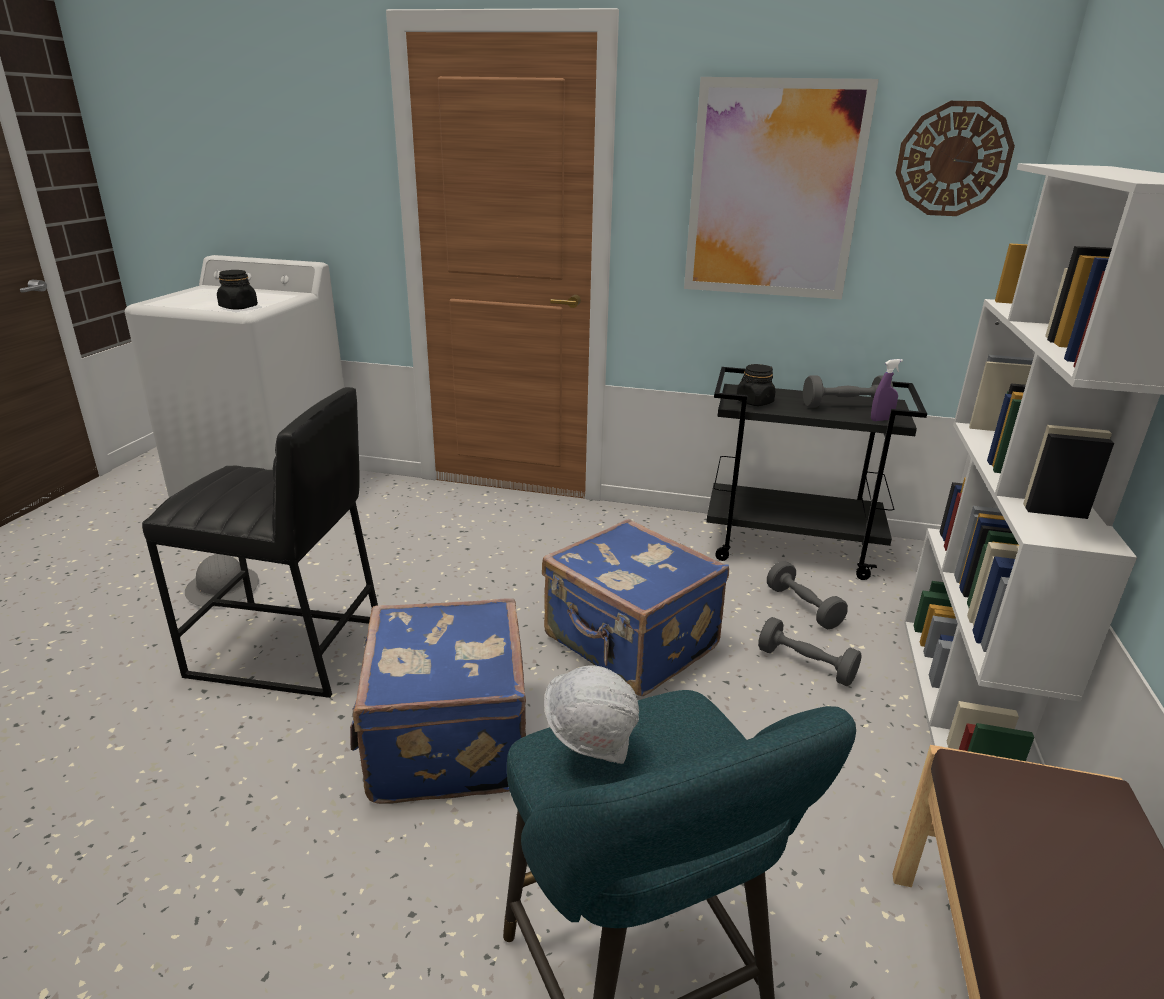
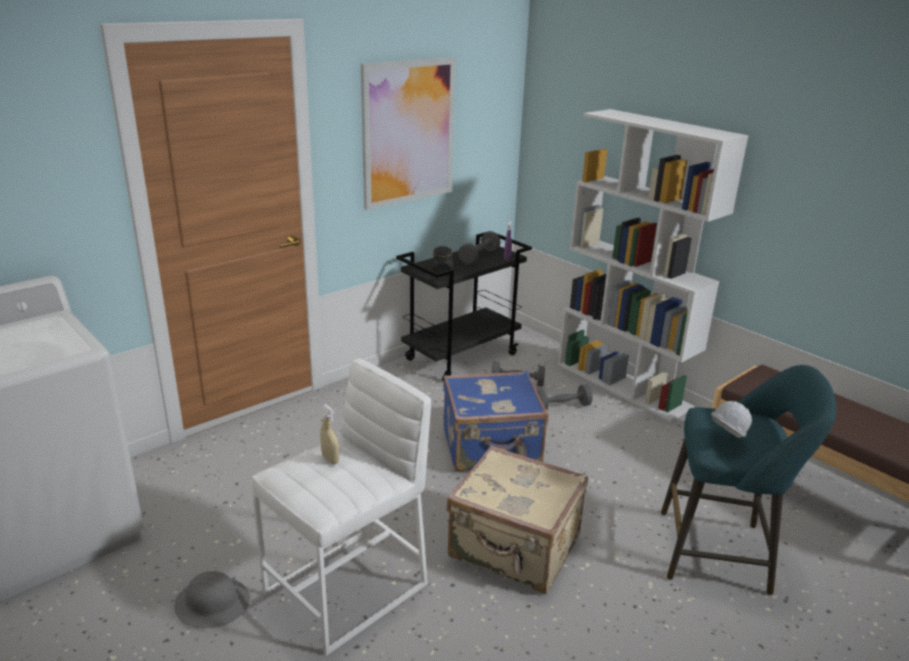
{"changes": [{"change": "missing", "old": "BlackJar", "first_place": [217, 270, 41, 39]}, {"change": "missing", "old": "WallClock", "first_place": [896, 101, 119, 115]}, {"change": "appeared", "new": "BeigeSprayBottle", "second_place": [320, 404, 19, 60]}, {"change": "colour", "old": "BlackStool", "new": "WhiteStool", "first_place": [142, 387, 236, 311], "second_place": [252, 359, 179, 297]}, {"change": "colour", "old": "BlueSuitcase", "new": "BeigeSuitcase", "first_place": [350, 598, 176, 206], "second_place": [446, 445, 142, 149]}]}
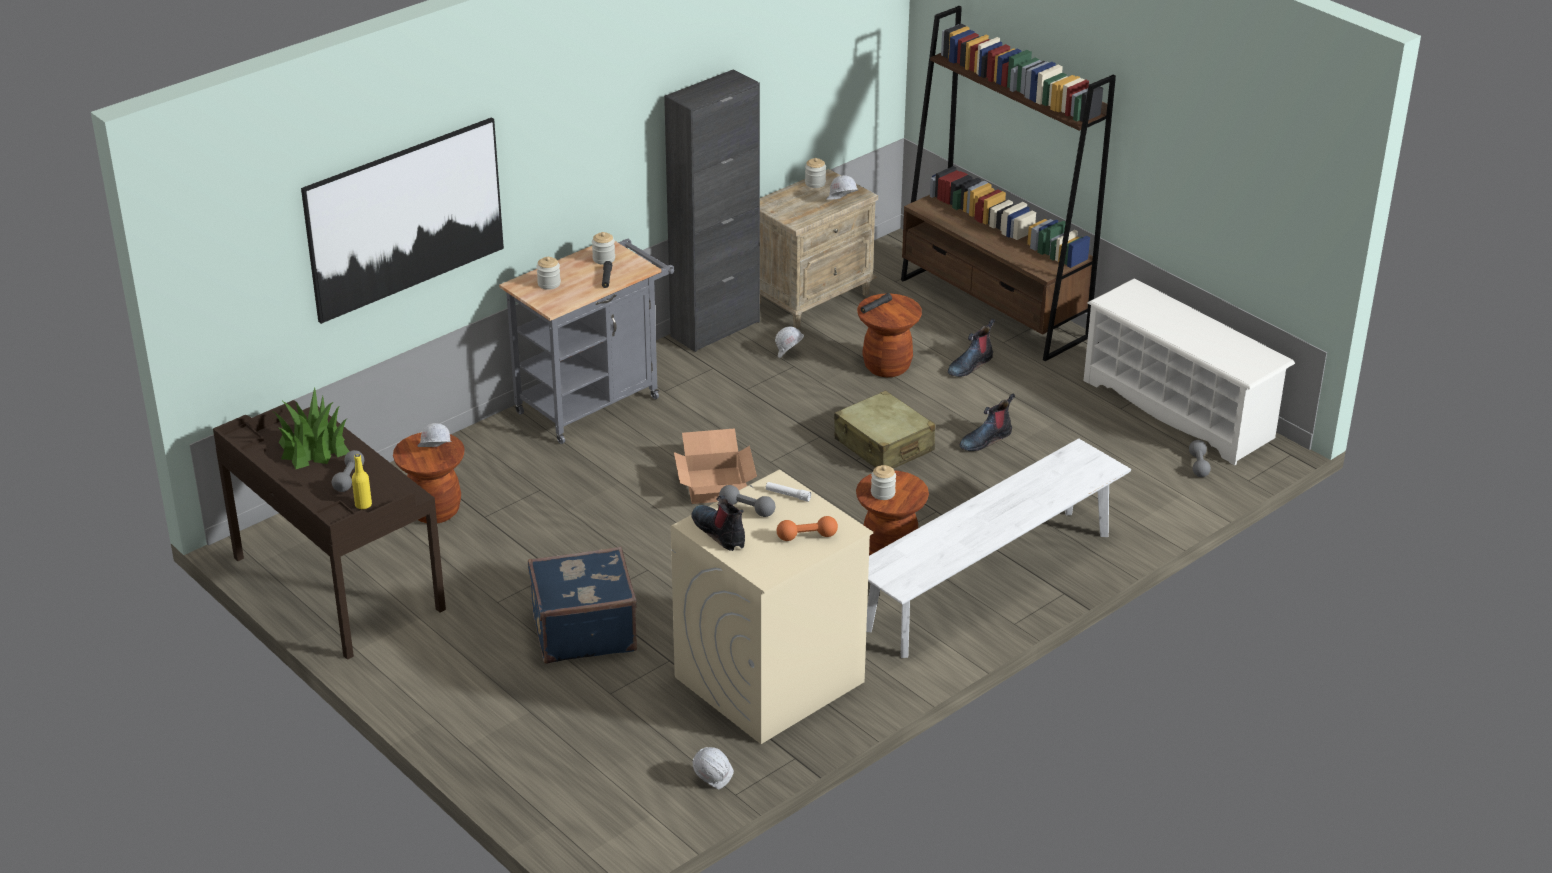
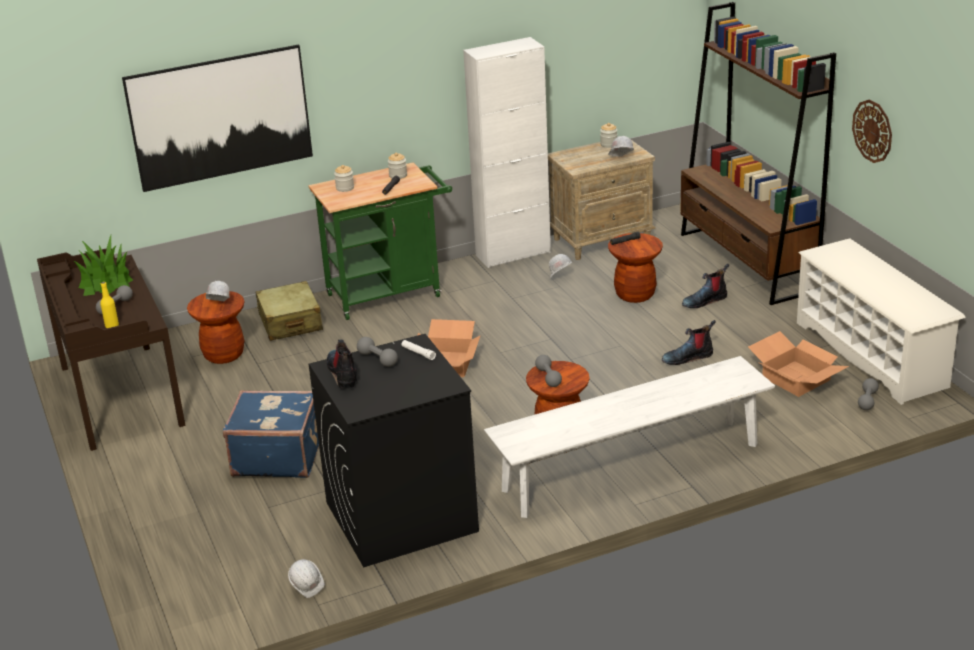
{"changes": [{"change": "missing", "old": "OrangeDumbbell", "first_place": [776, 516, 62, 25]}, {"change": "appeared", "new": "CardboardBox", "second_place": [748, 331, 101, 66]}, {"change": "appeared", "new": "WallClock", "second_place": [852, 99, 40, 64]}, {"change": "relocated", "old": "BeigeSuitcase", "first_place": [834, 390, 101, 78], "second_place": [255, 281, 68, 60]}, {"change": "exchanged", "old": "Jar", "new": "GreyDumbbell", "first_place": [871, 465, 25, 35], "second_place": [535, 355, 27, 32]}, {"change": "colour", "old": "GreyCart", "new": "GreenCart", "first_place": [499, 239, 175, 205], "second_place": [308, 163, 144, 157]}, {"change": "colour", "old": "BlackCabinet", "new": "WhiteCabinet", "first_place": [664, 69, 96, 283], "second_place": [463, 37, 88, 231]}, {"change": "colour", "old": "BeigeWashingMachine", "new": "BlackWashingMachine", "first_place": [671, 470, 202, 274], "second_place": [309, 334, 170, 233]}]}
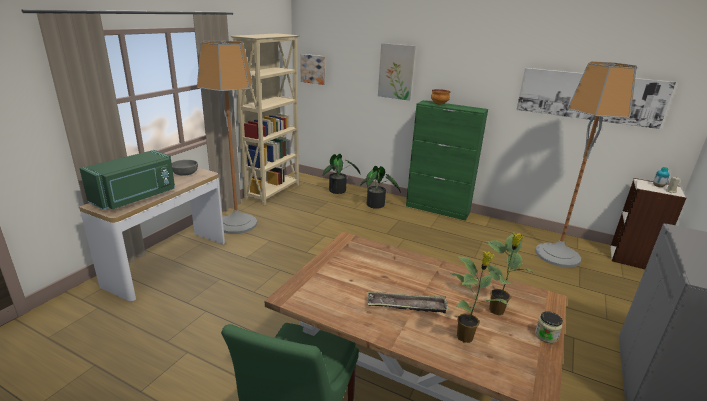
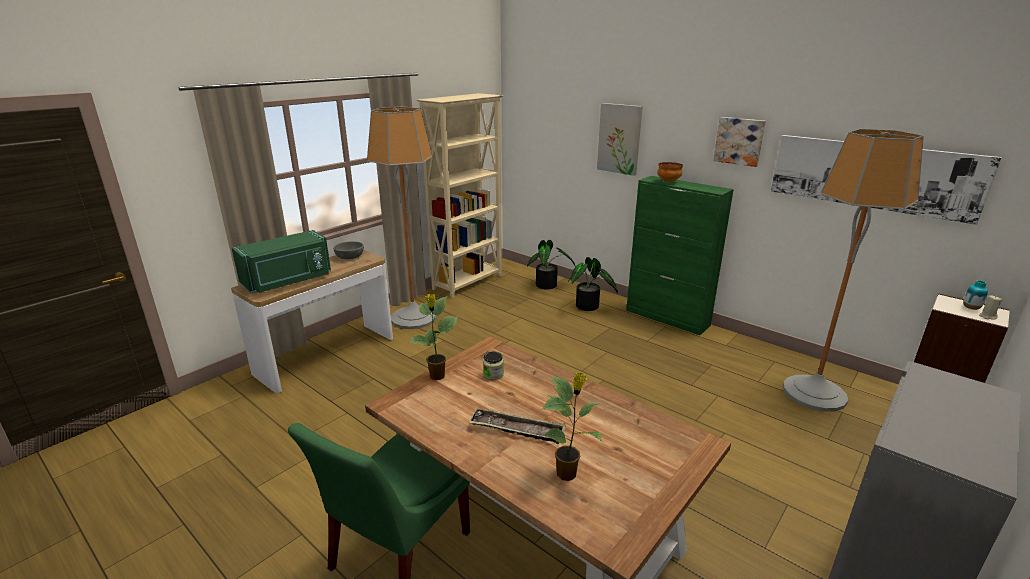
{"changes": [{"change": "relocated", "old": "Picture", "first_place": [300, 54, 25, 31], "second_place": [713, 117, 53, 50]}, {"change": "relocated", "old": "PottedPlant", "first_place": [487, 233, 45, 82], "second_place": [408, 294, 49, 86]}, {"change": "relocated", "old": "Jar", "first_place": [535, 311, 28, 32], "second_place": [483, 352, 21, 28]}]}
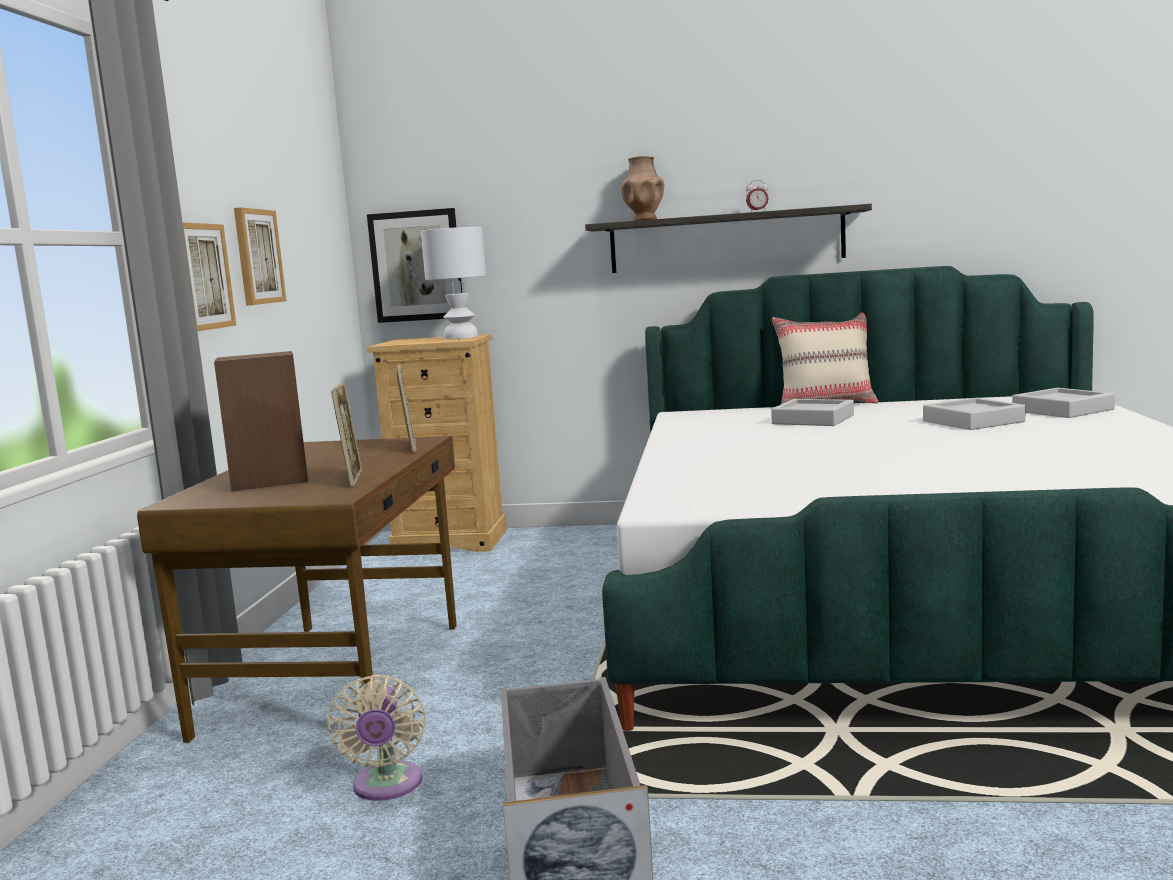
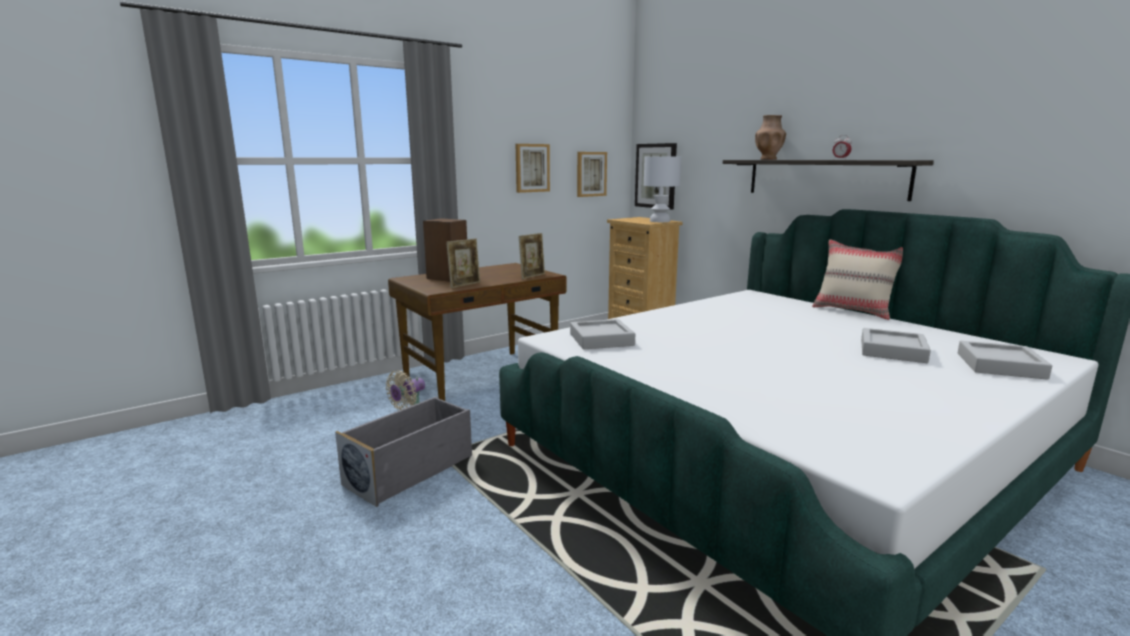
{"changes": [{"change": "relocated", "old": "Picture", "first_place": [183, 222, 54, 110], "second_place": [577, 152, 30, 45]}, {"change": "relocated", "old": "GreyTray", "first_place": [771, 399, 83, 27], "second_place": [570, 319, 65, 30]}]}
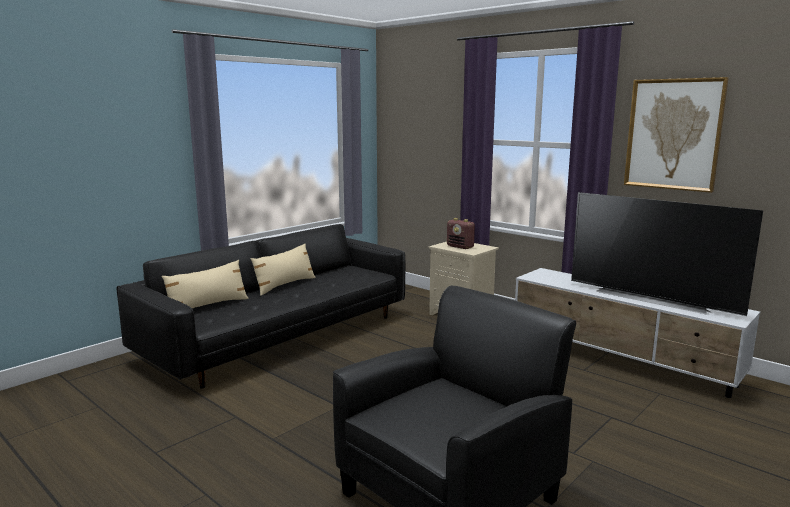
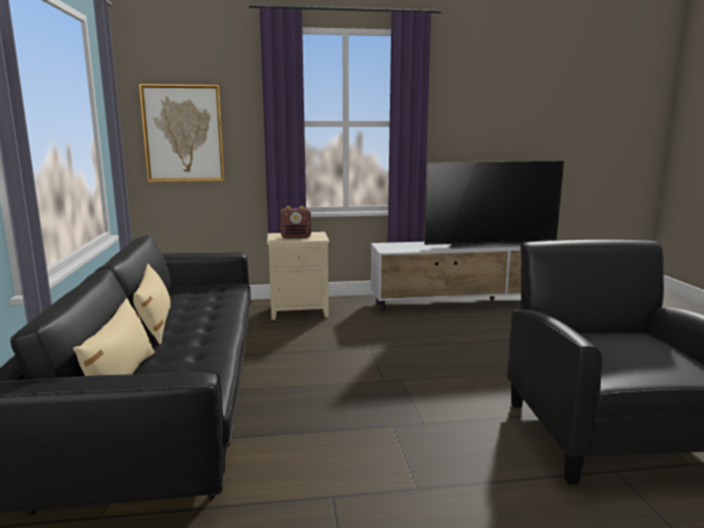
{"changes": [{"change": "relocated", "old": "Picture", "first_place": [624, 77, 105, 116], "second_place": [139, 84, 85, 98]}]}
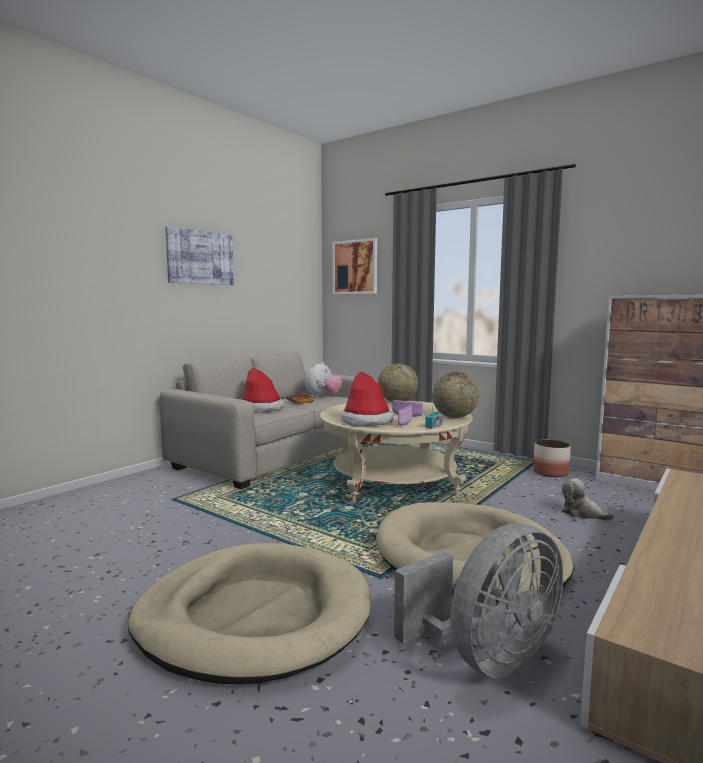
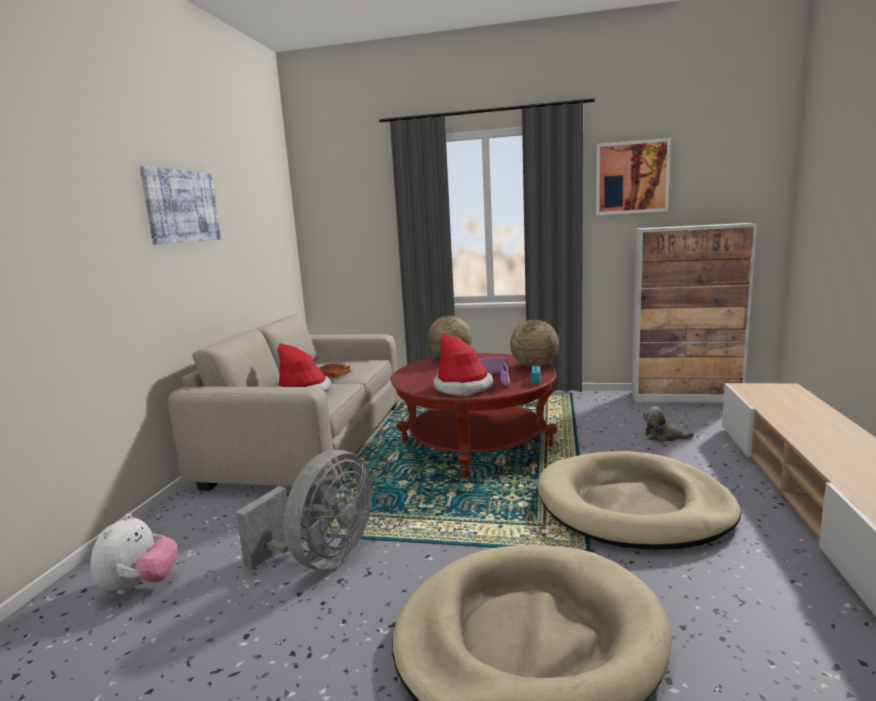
{"changes": [{"change": "missing", "old": "Planter", "first_place": [533, 439, 38, 38]}, {"change": "relocated", "old": "PlushToy", "first_place": [305, 362, 37, 36], "second_place": [90, 513, 87, 81]}, {"change": "relocated", "old": "Picture", "first_place": [332, 238, 45, 56], "second_place": [596, 138, 75, 77]}, {"change": "relocated", "old": "GreyFan", "first_place": [394, 523, 169, 155], "second_place": [236, 450, 136, 120]}, {"change": "colour", "old": "BeigeCoffeeTable", "new": "RedCoffeeTable", "first_place": [320, 400, 153, 102], "second_place": [391, 353, 166, 125]}]}
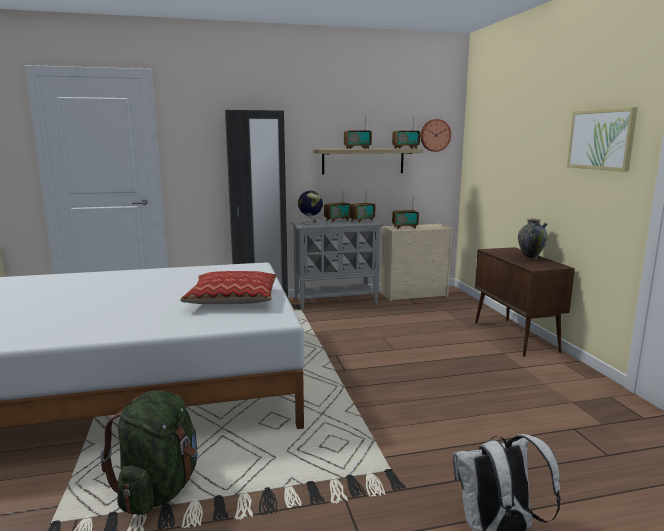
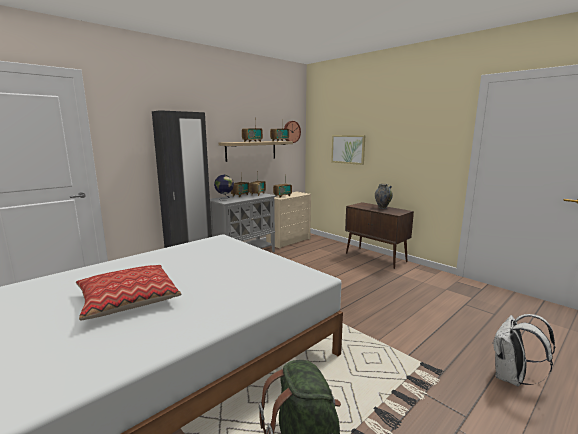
{"changes": [{"change": "relocated", "old": "Pillow", "first_place": [180, 271, 97, 33], "second_place": [76, 265, 105, 56]}, {"change": "relocated", "old": "Picture", "first_place": [567, 107, 71, 65], "second_place": [331, 135, 34, 30]}]}
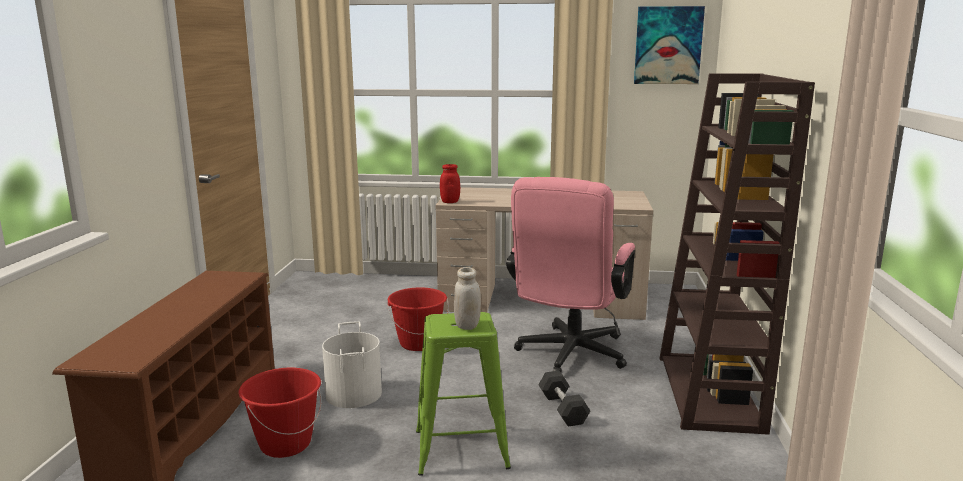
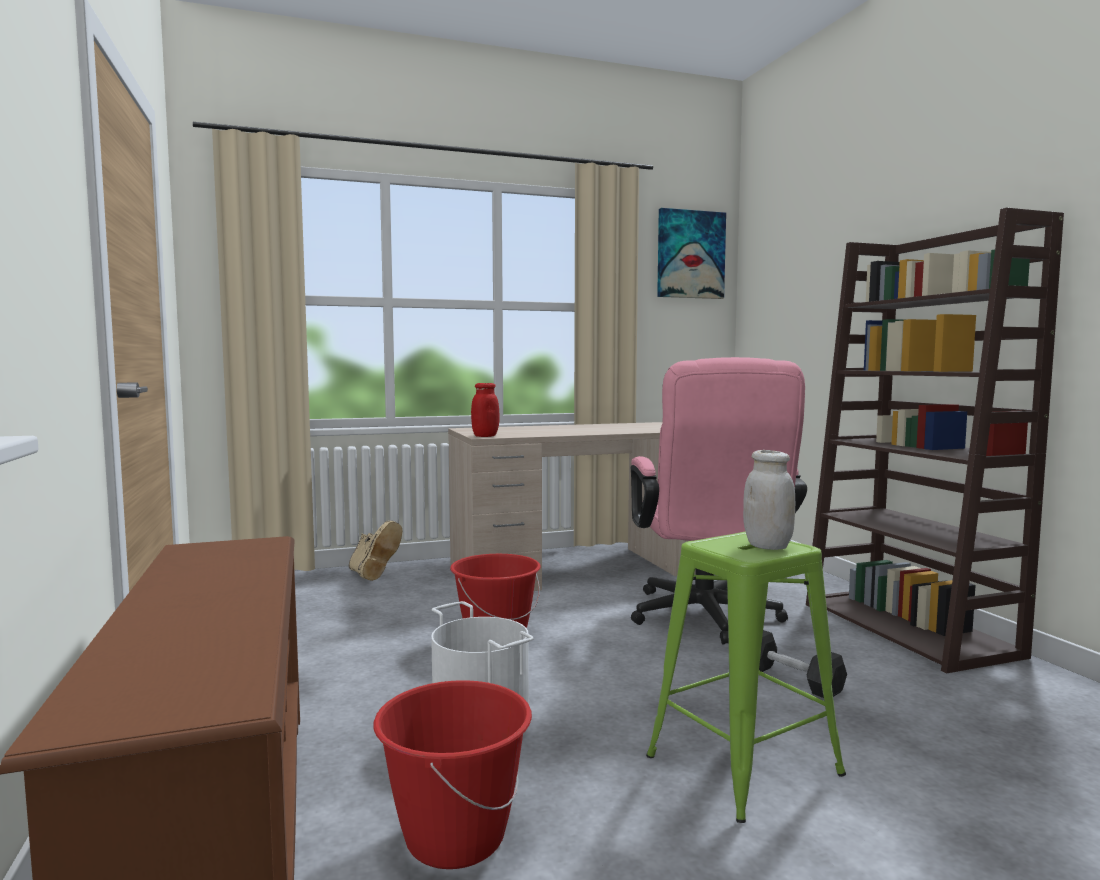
{"changes": [{"change": "appeared", "new": "BeigeBoot", "second_place": [349, 521, 53, 60]}]}
